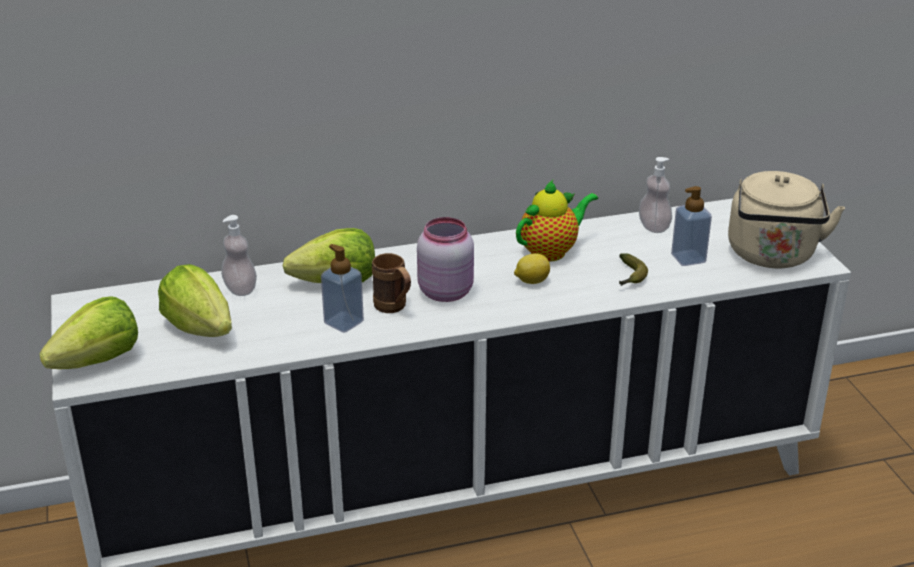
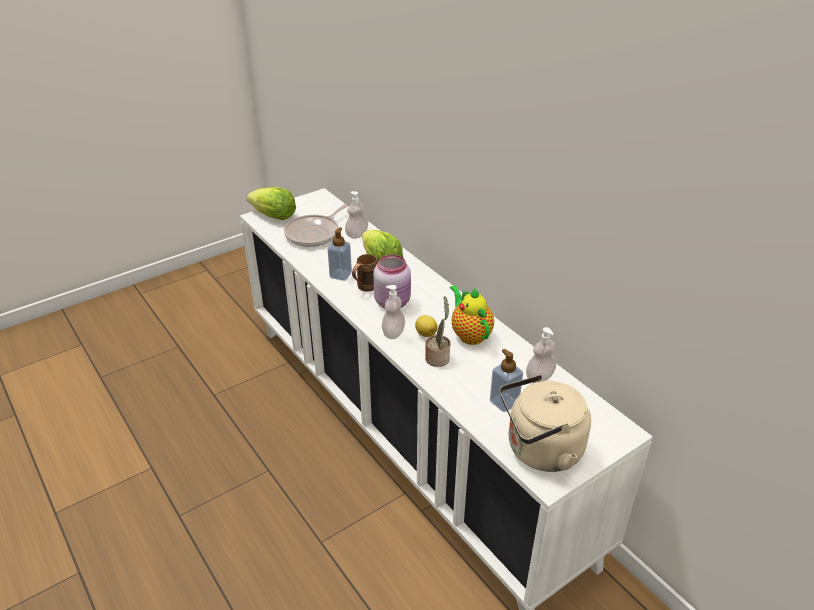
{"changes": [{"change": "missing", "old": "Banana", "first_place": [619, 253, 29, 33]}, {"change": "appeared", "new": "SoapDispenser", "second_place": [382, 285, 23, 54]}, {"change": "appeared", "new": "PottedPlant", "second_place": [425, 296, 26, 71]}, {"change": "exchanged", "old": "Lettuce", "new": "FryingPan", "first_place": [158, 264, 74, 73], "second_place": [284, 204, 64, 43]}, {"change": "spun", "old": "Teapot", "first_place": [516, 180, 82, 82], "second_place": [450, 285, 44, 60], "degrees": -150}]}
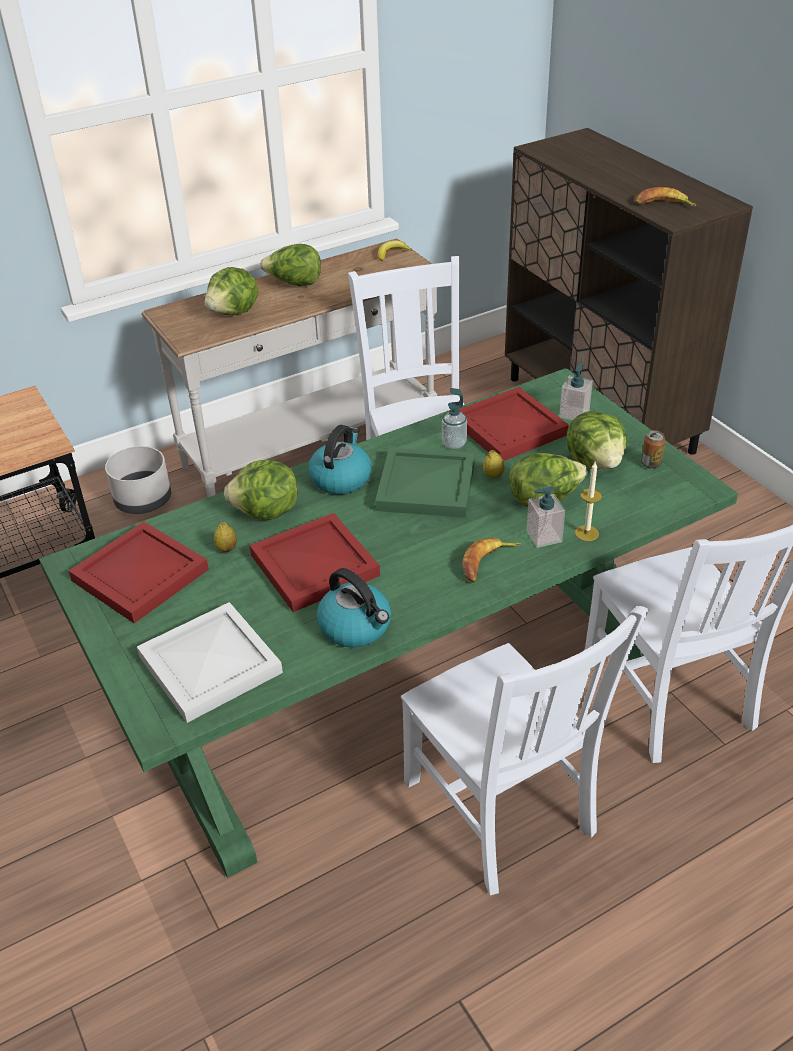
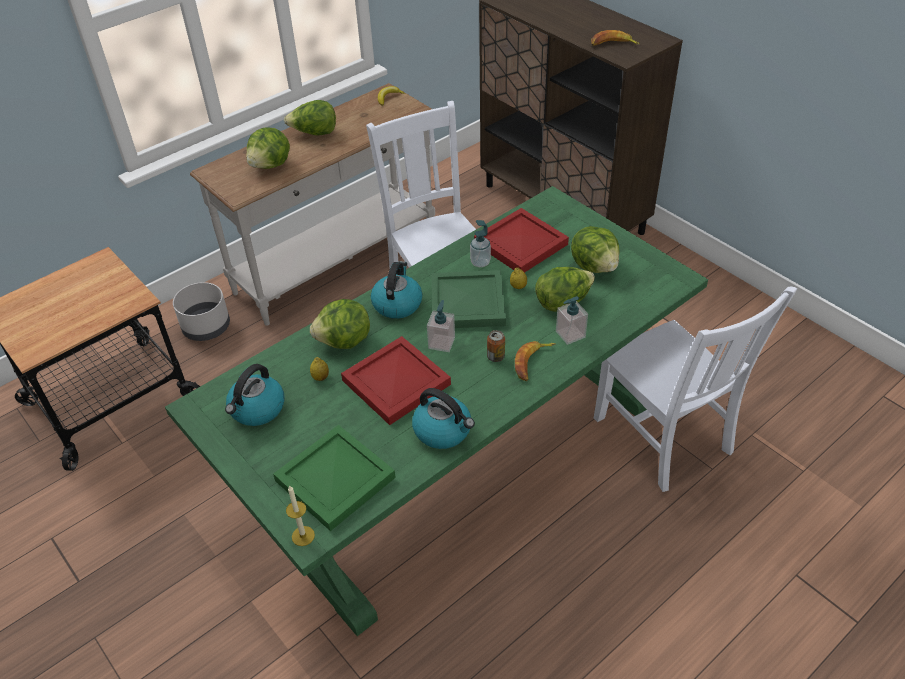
{"changes": [{"change": "missing", "old": "WhiteChair", "first_place": [401, 606, 248, 289]}, {"change": "relocated", "old": "SoapDispenser", "first_place": [559, 362, 34, 58], "second_place": [427, 300, 28, 52]}, {"change": "relocated", "old": "Candle", "first_place": [575, 462, 27, 79], "second_place": [286, 485, 29, 61]}, {"change": "relocated", "old": "Can", "first_place": [641, 431, 25, 38], "second_place": [487, 330, 18, 32]}, {"change": "exchanged", "old": "RedTray", "new": "Kettle", "first_place": [69, 521, 140, 102], "second_place": [225, 364, 59, 62]}, {"change": "colour", "old": "WhiteTray", "new": "GreenTray", "first_place": [137, 602, 146, 121], "second_place": [273, 425, 123, 106]}]}
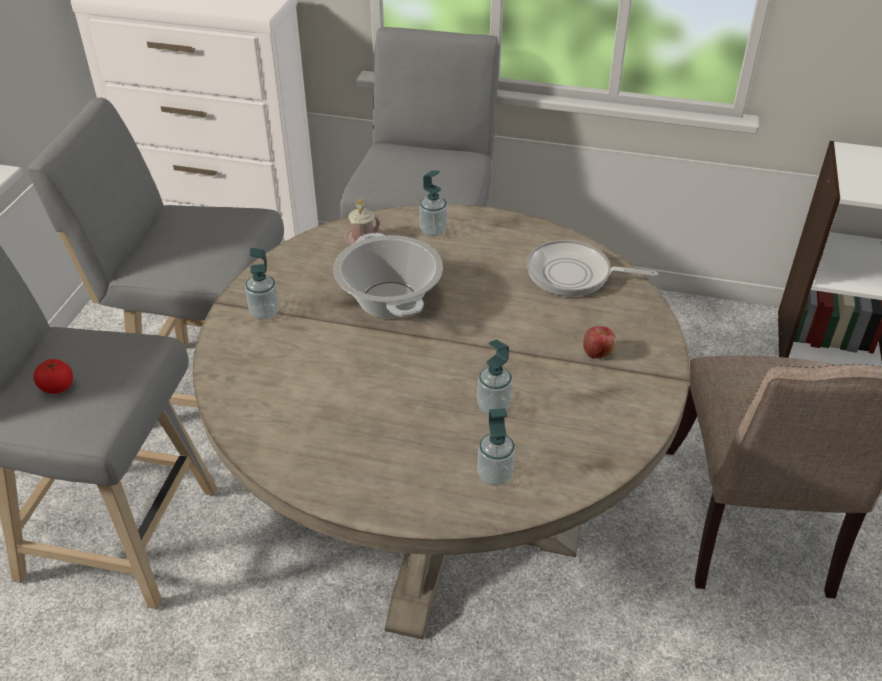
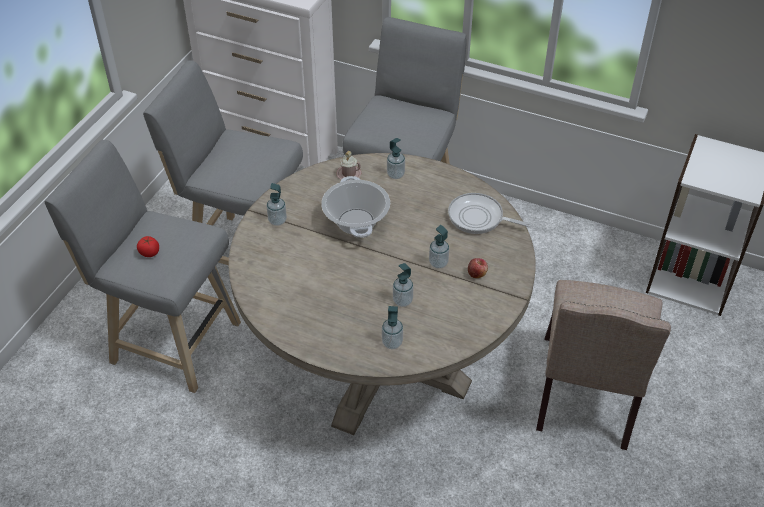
{"changes": [{"change": "appeared", "new": "SoapDispenser", "second_place": [429, 225, 20, 44]}]}
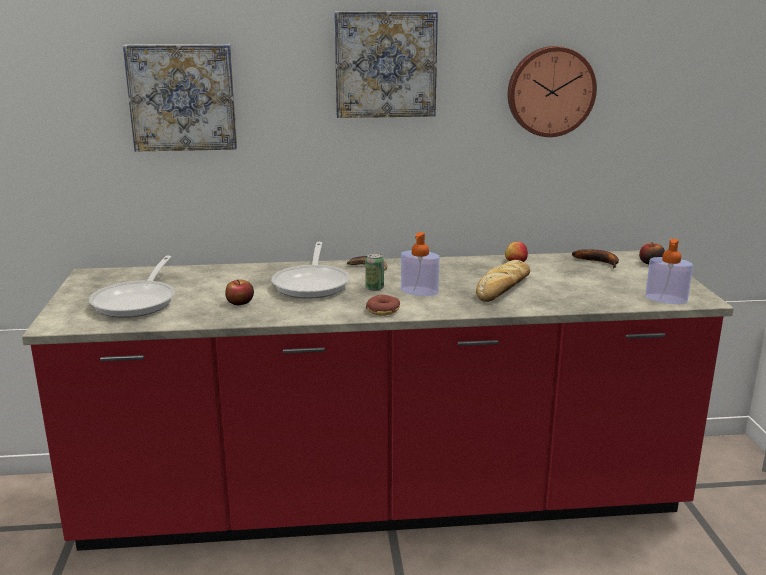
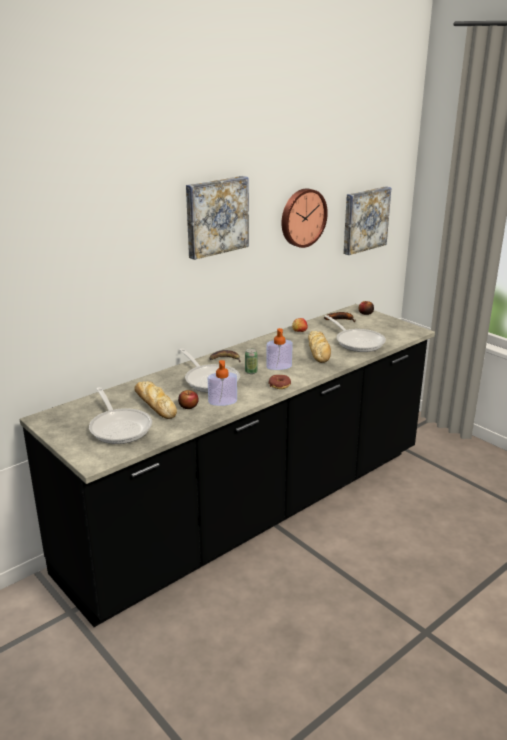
{"changes": [{"change": "appeared", "new": "Bread", "second_place": [134, 381, 43, 38]}, {"change": "appeared", "new": "FryingPan", "second_place": [325, 315, 61, 37]}, {"change": "relocated", "old": "Picture", "first_place": [123, 44, 114, 108], "second_place": [343, 186, 48, 69]}, {"change": "relocated", "old": "SoapDispenser", "first_place": [645, 239, 48, 65], "second_place": [208, 360, 29, 46]}, {"change": "colour", "old": "RedCounter", "new": "BlackCounter", "first_place": [22, 251, 712, 300], "second_place": [19, 304, 416, 323]}]}
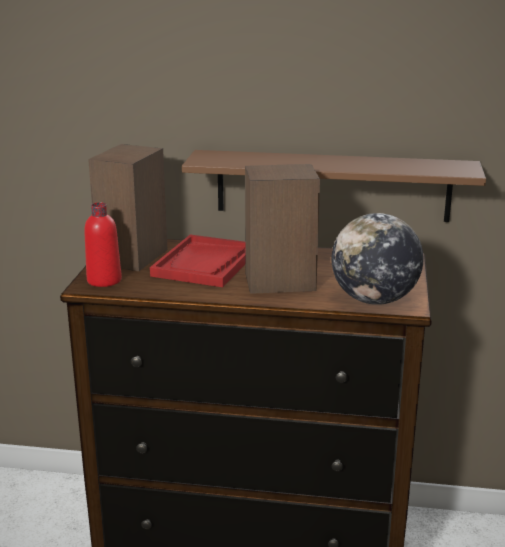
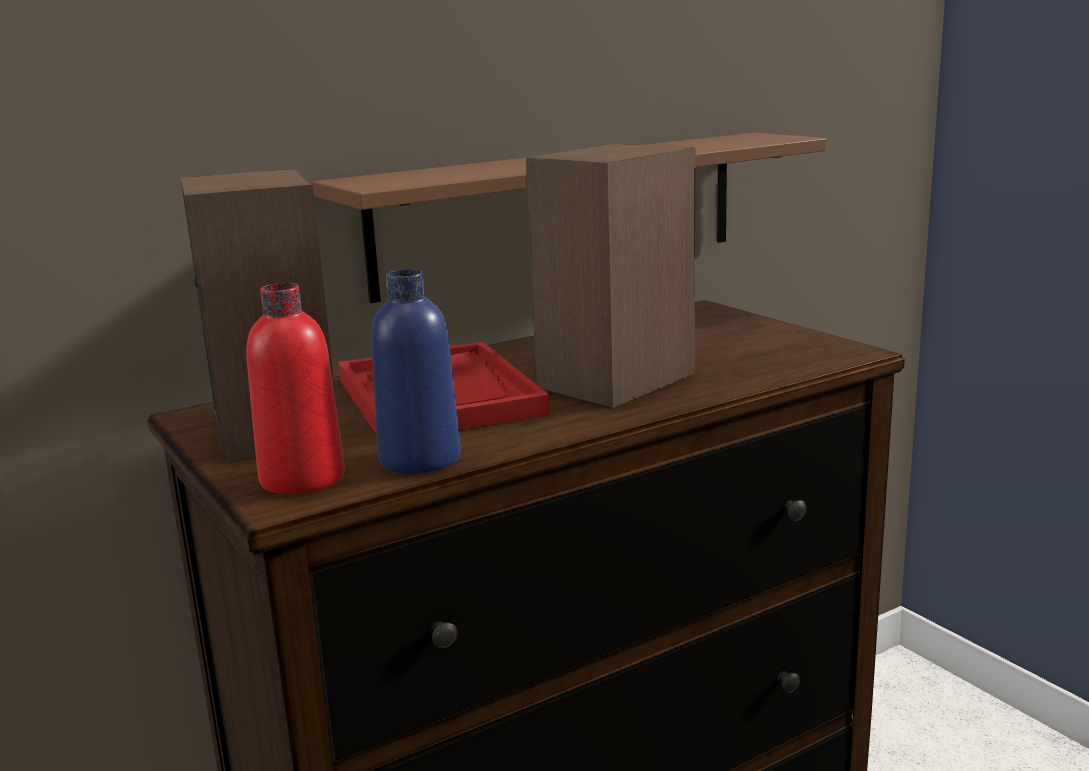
{"changes": [{"change": "missing", "old": "Globe", "first_place": [332, 213, 91, 92]}, {"change": "appeared", "new": "BlueBottle", "second_place": [371, 269, 90, 204]}]}
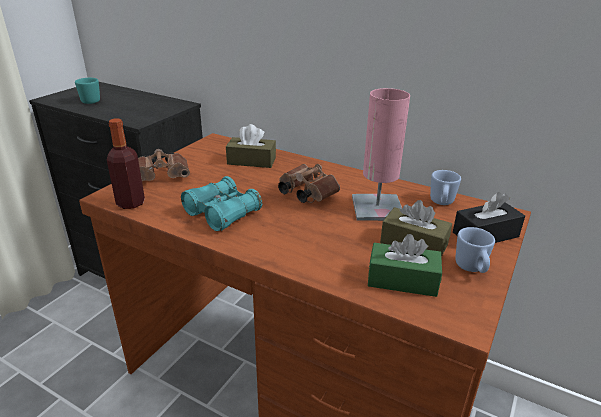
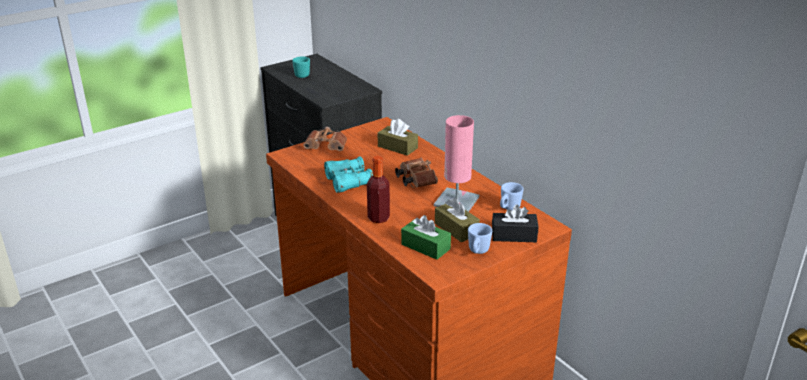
{"changes": [{"change": "relocated", "old": "Bottle", "first_place": [107, 118, 38, 91], "second_place": [367, 156, 23, 67]}]}
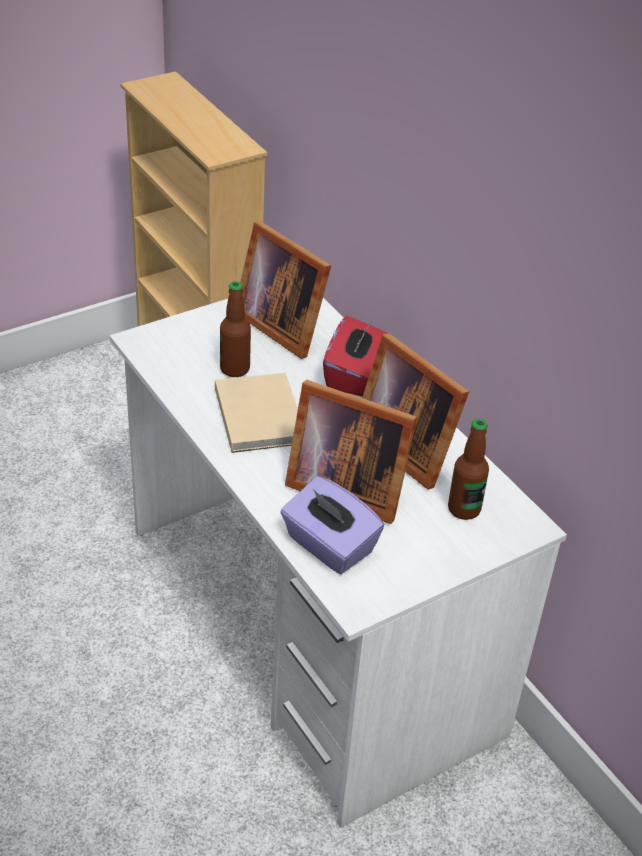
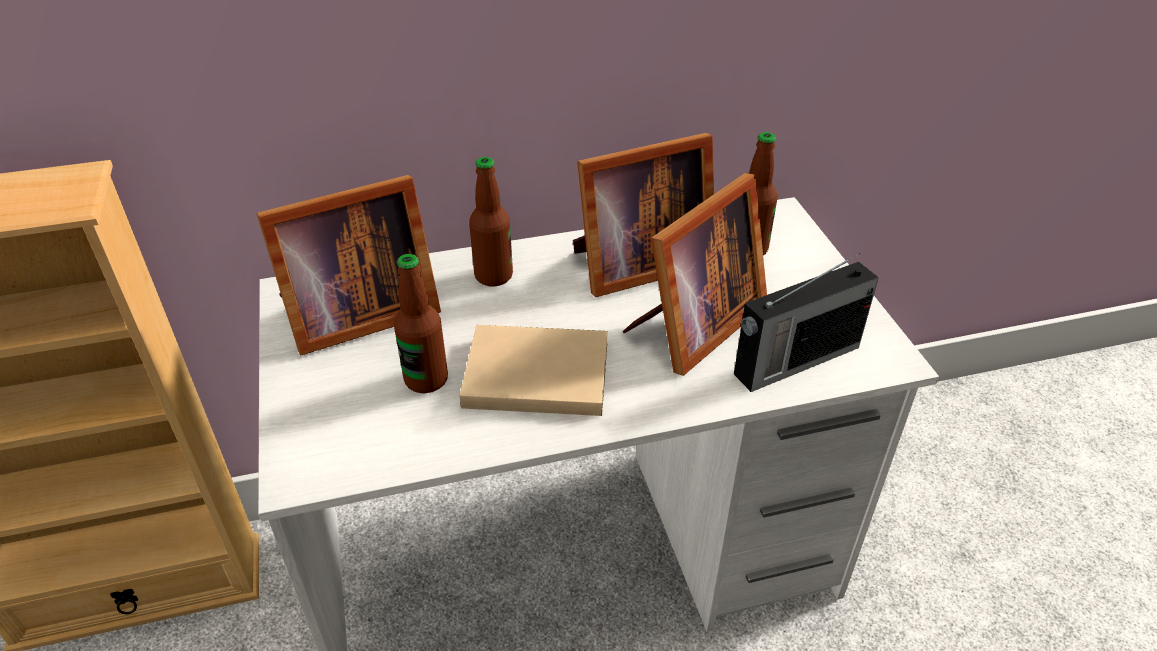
{"changes": [{"change": "exchanged", "old": "PurpleTissueBox", "new": "Radio", "first_place": [280, 476, 104, 98], "second_place": [734, 253, 145, 139]}, {"change": "exchanged", "old": "RedTissueBox", "new": "Bottle", "first_place": [323, 316, 64, 81], "second_place": [469, 157, 44, 130]}]}
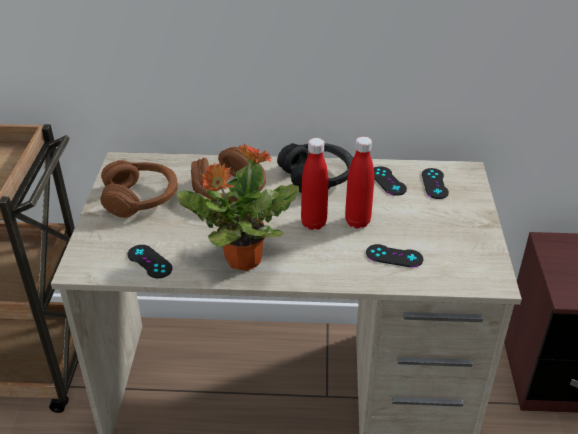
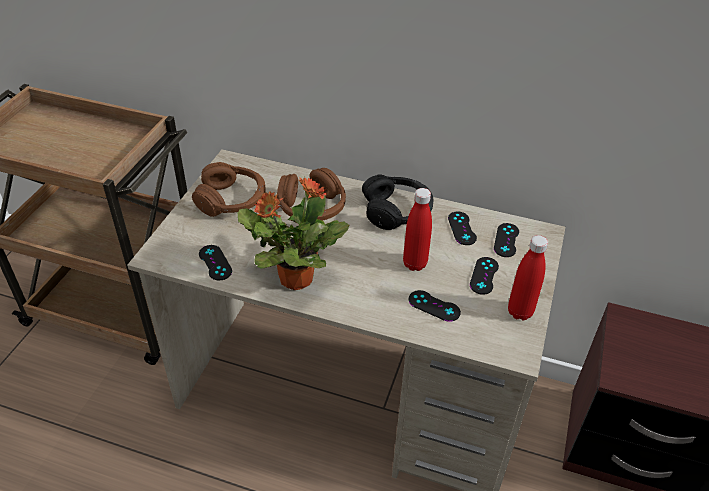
{"changes": [{"change": "appeared", "new": "BlackGameController", "second_place": [470, 257, 29, 38]}, {"change": "relocated", "old": "RedBottle", "first_place": [301, 138, 27, 92], "second_place": [508, 235, 40, 85]}]}
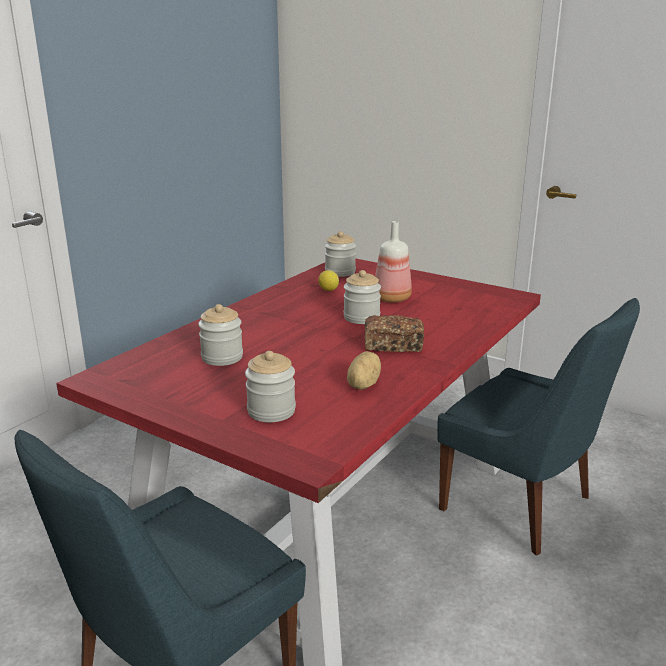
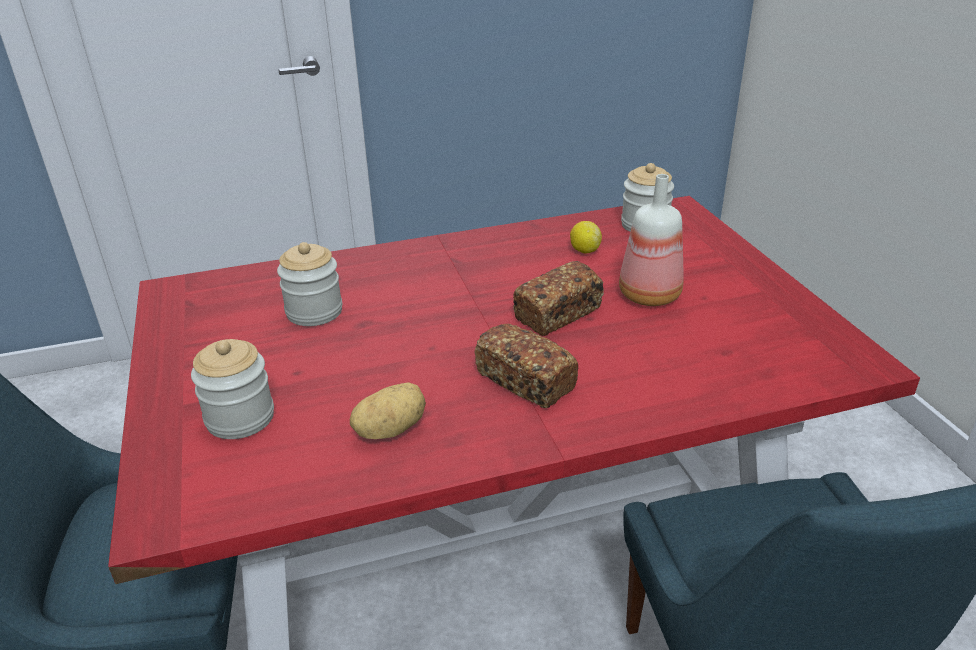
{"changes": [{"change": "exchanged", "old": "Jar", "new": "Bread", "first_place": [344, 270, 37, 54], "second_place": [513, 261, 91, 75]}]}
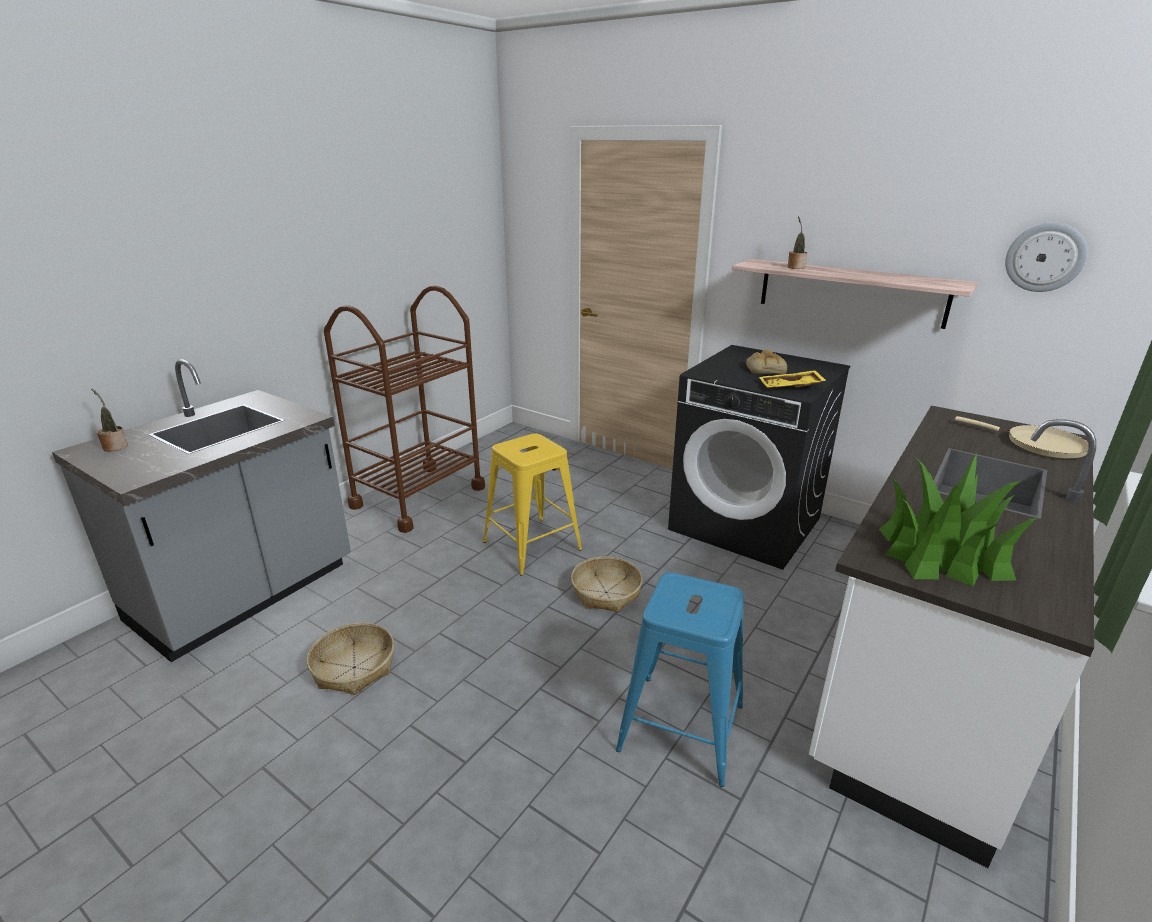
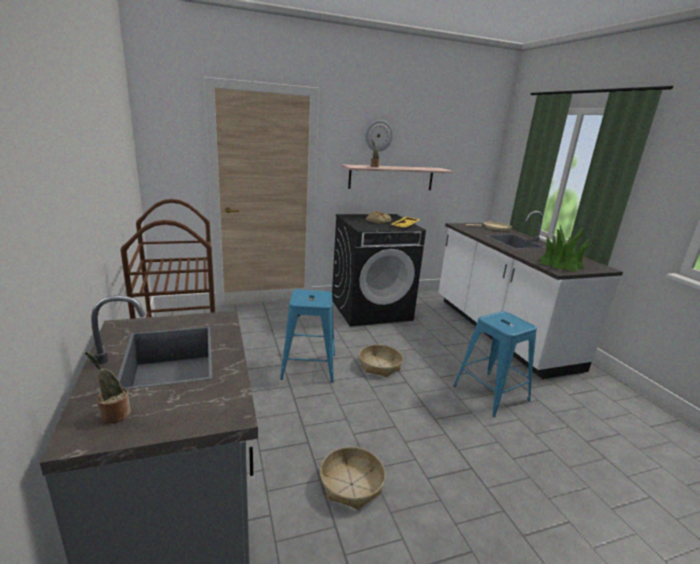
{"changes": [{"change": "relocated", "old": "WallClock", "first_place": [1005, 223, 83, 69], "second_place": [365, 120, 28, 31]}, {"change": "colour", "old": "YellowStool", "new": "BlueStool", "first_place": [483, 433, 99, 142], "second_place": [280, 289, 55, 94]}]}
